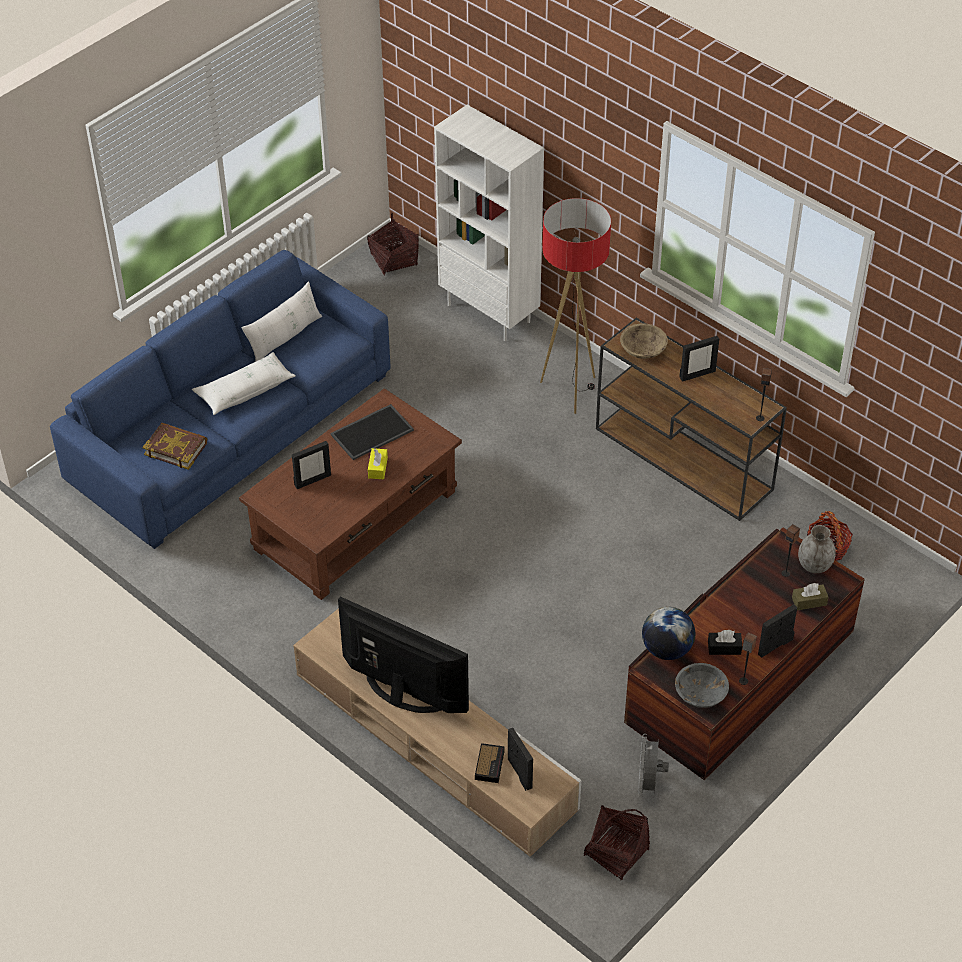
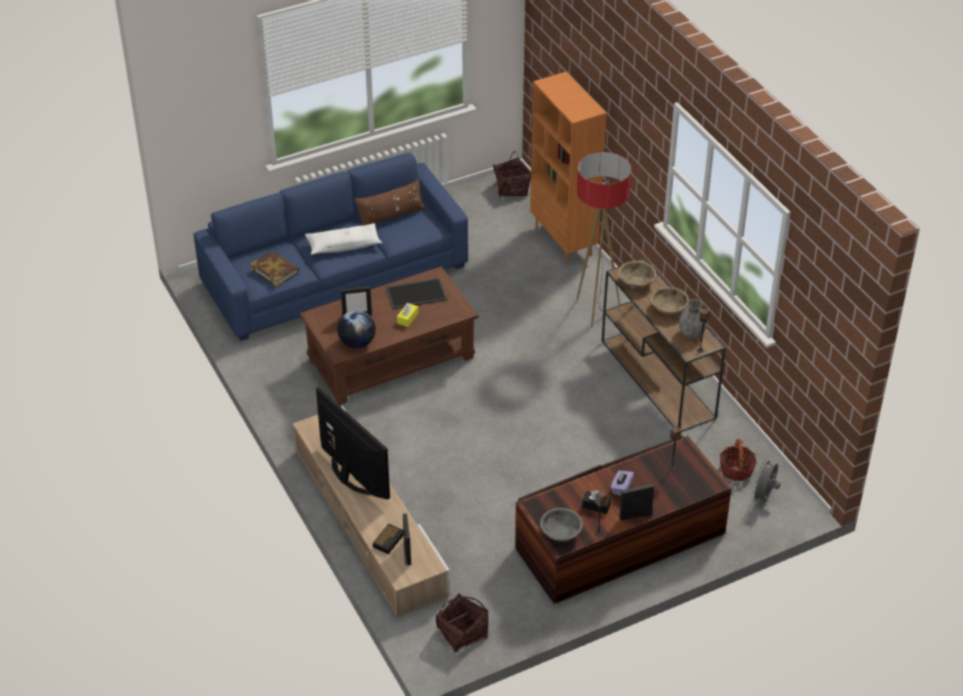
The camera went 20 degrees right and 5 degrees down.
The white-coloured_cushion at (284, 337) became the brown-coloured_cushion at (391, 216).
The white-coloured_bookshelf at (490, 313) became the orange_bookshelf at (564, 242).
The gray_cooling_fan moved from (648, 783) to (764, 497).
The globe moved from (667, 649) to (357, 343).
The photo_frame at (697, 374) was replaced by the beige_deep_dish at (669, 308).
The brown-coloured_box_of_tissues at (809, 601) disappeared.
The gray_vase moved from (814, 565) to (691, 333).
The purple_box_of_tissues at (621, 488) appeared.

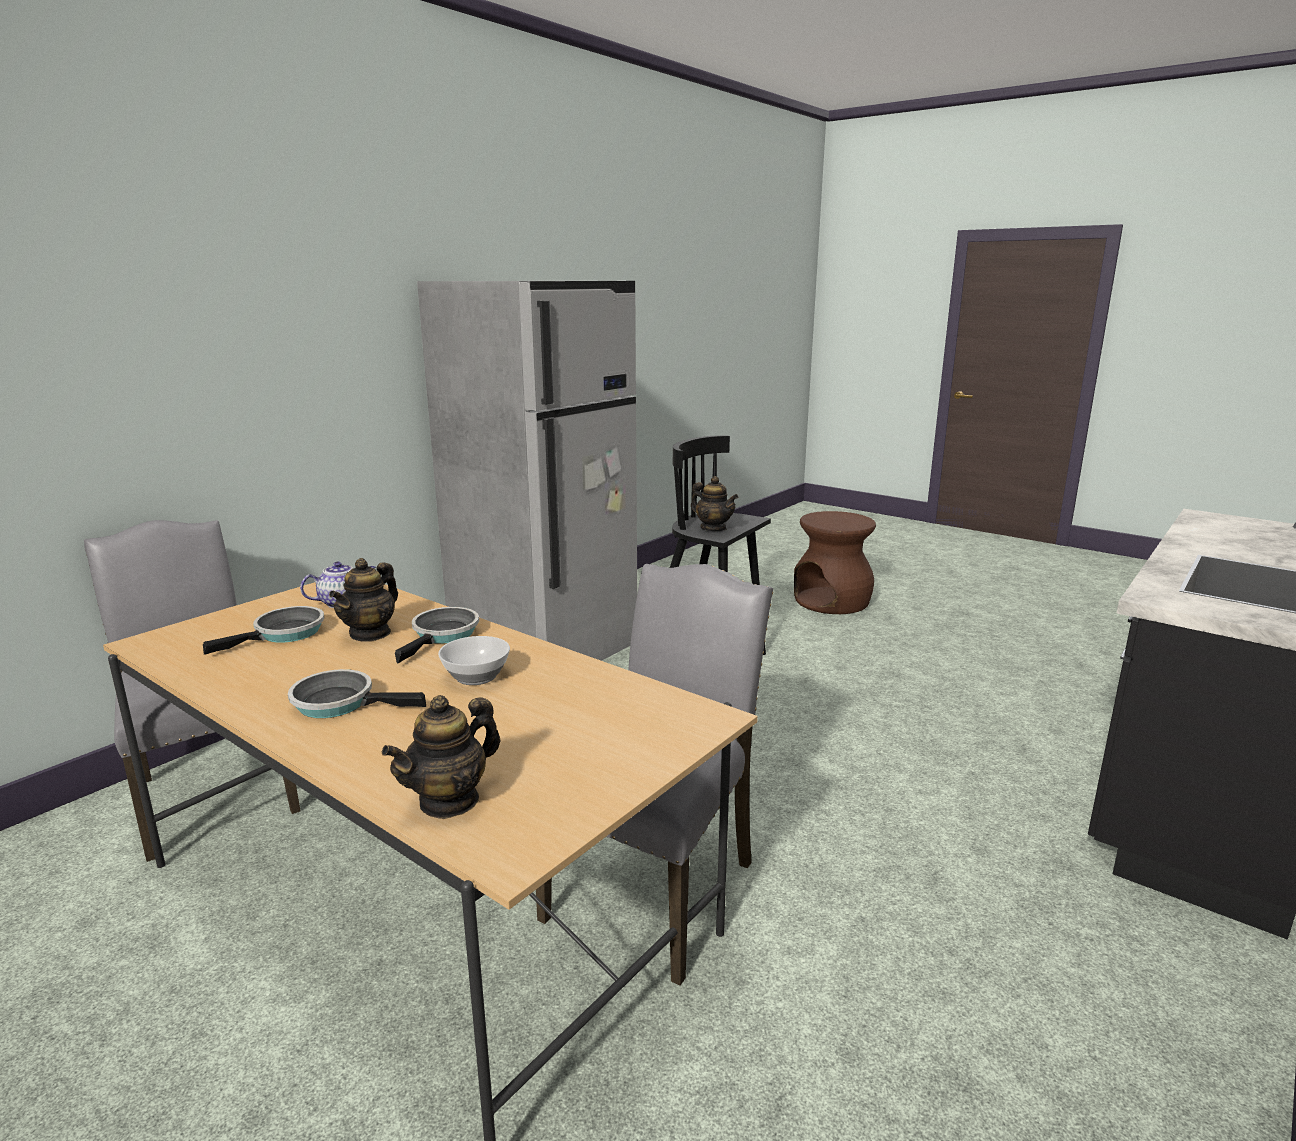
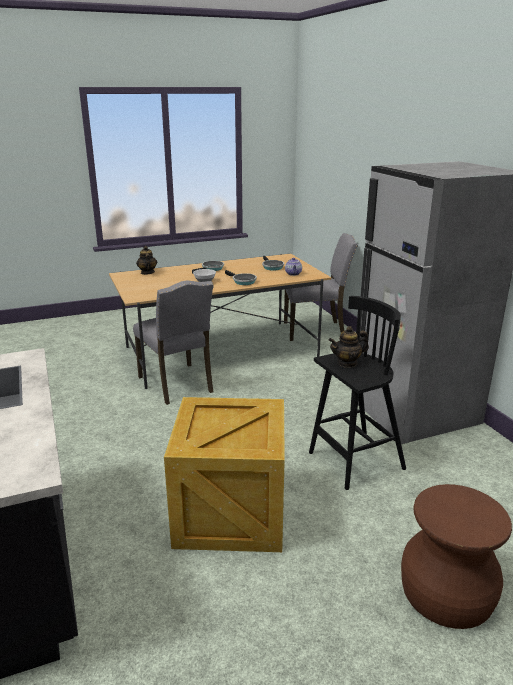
The camera went 120 degrees right and 5 degrees up.
The teapot at (370, 633) disappeared.
The crate at (229, 513) appeared.

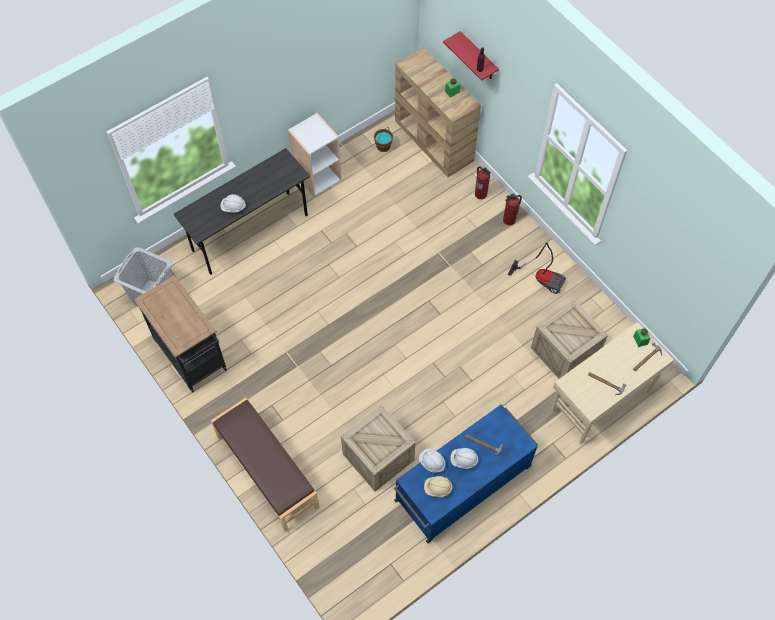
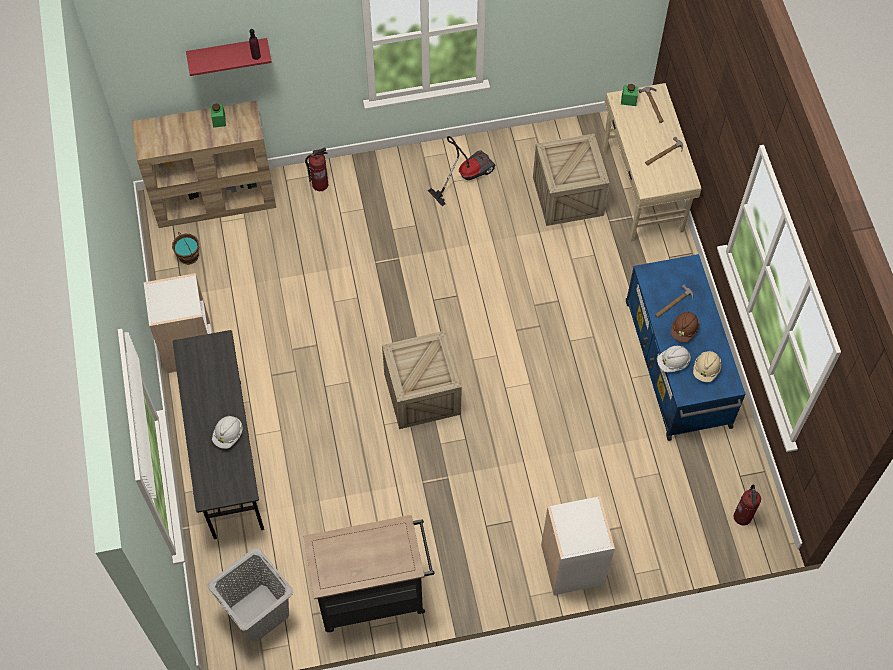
The camera went 65 degrees left and 0 degrees up.
The brown-coloured_bench at (267, 472) was replaced by the bookshelf at (571, 565).
The crate moved from (378, 457) to (422, 394).
The white-coloured_hard_hat at (463, 460) became the brown-coloured_hard_hat at (684, 330).
The fire_extinguisher moved from (509, 220) to (743, 517).

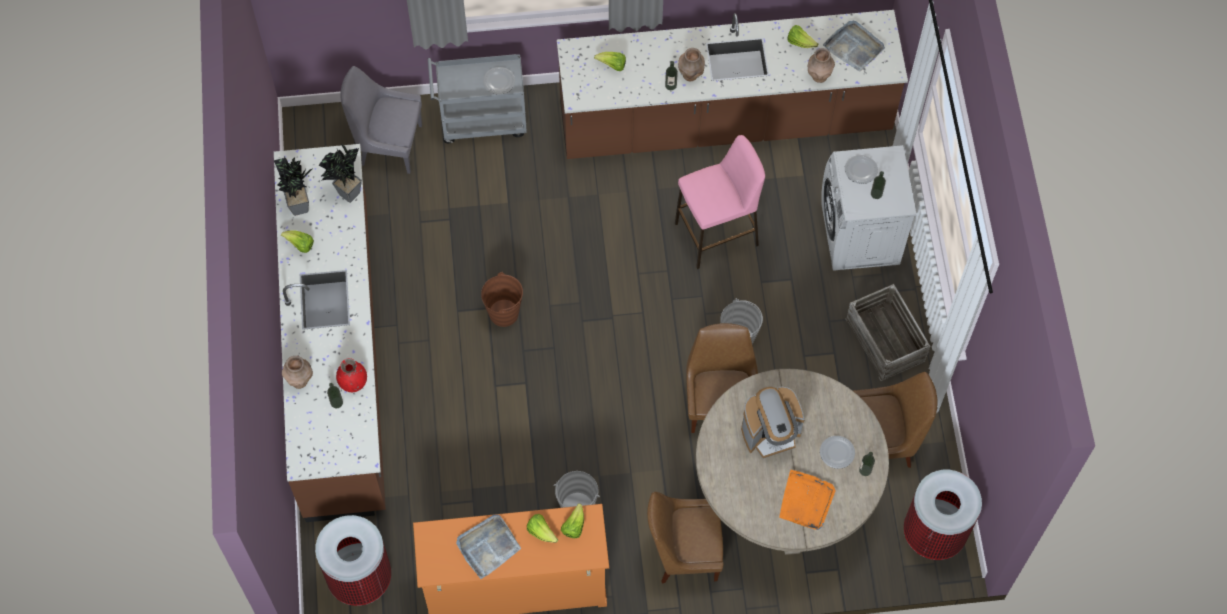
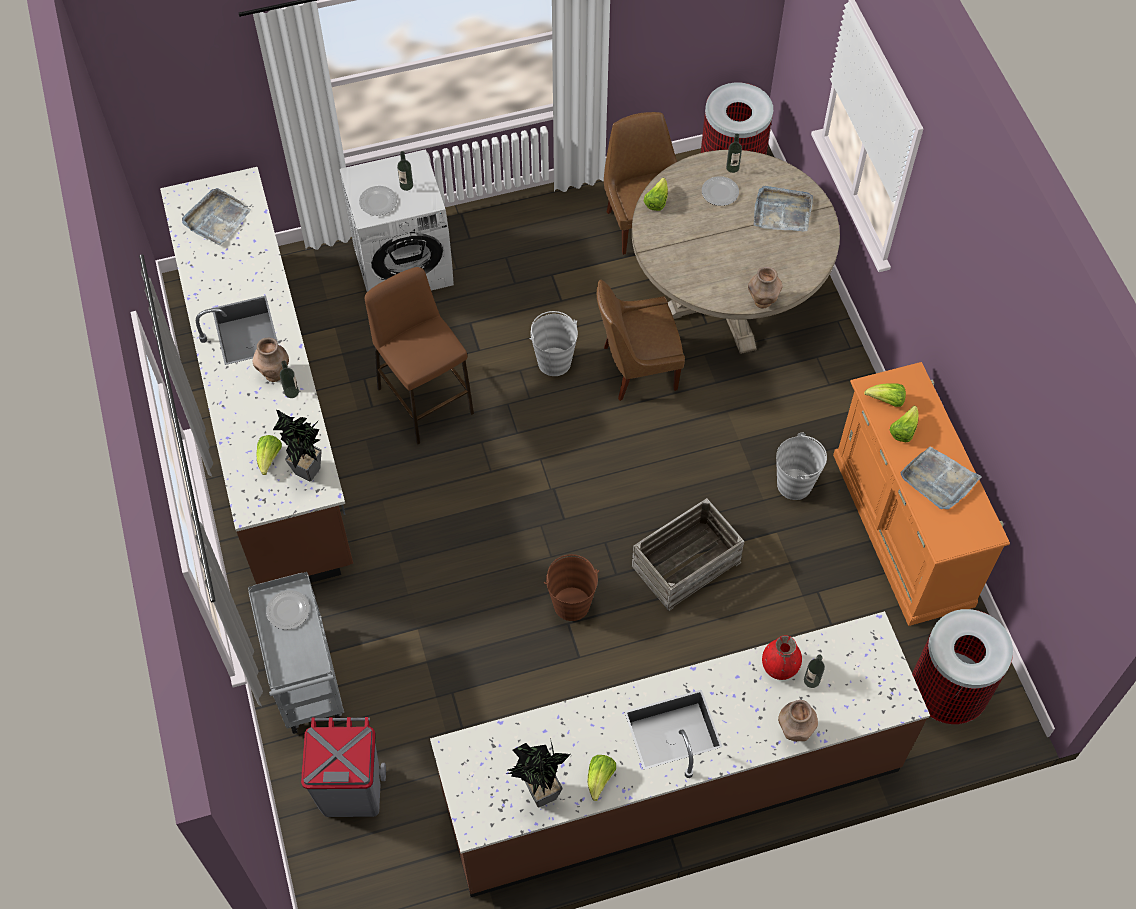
The camera went 100 degrees left and 5 degrees down.
The houseplant moved from (346, 195) to (309, 474).
The gray_plain_chair at (388, 145) was replaced by the gray_waste_bin at (351, 792).
The brown-coloured_plain_chair at (683, 552) disappeared.
The pinkish_stool_seat at (717, 234) became the brown-coloured_stool_seat at (425, 400).
The coffee_machine at (771, 433) disappeared.
The orange_tray at (806, 501) became the gray_tray at (782, 211).
The lettuce_head moved from (800, 42) to (656, 201).
The brown-coloured_vase moved from (819, 76) to (762, 301).
The crate moved from (885, 340) to (685, 563).

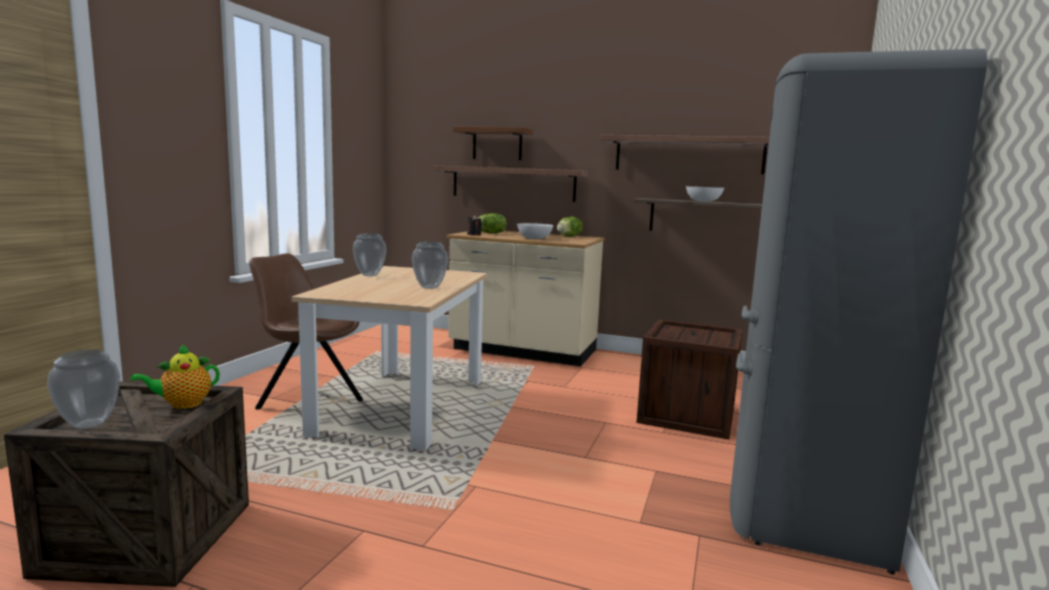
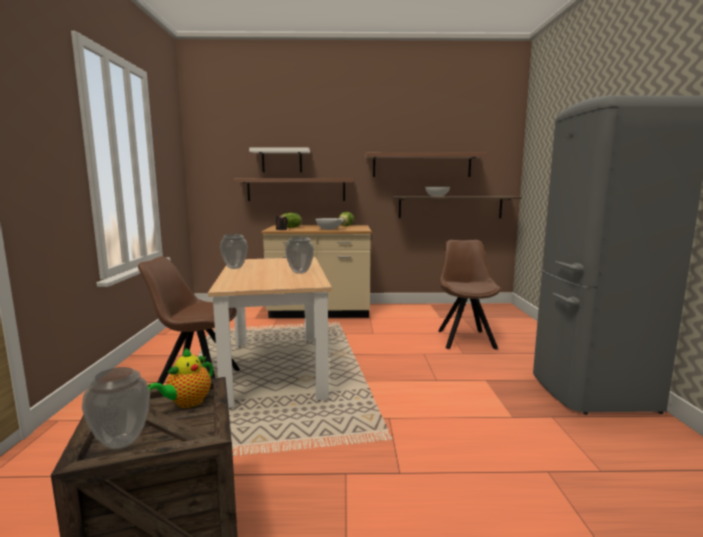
The camera went 20 degrees left and 0 degrees up.
The brown-coloured_bracket_shelf at (497, 144) became the white-coloured_bracket_shelf at (282, 160).
The crate at (687, 415) was replaced by the brown-coloured_plain_chair at (465, 339).

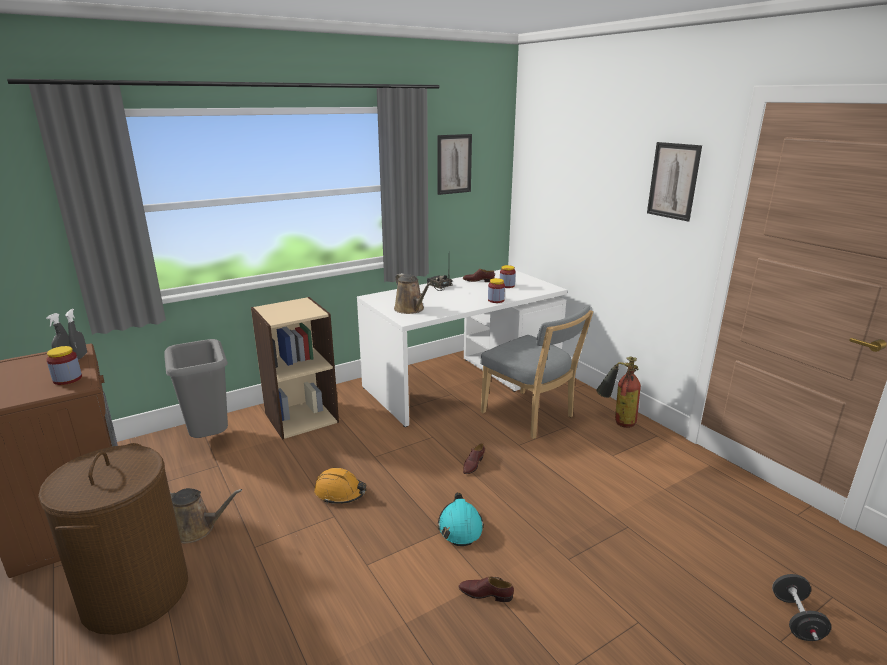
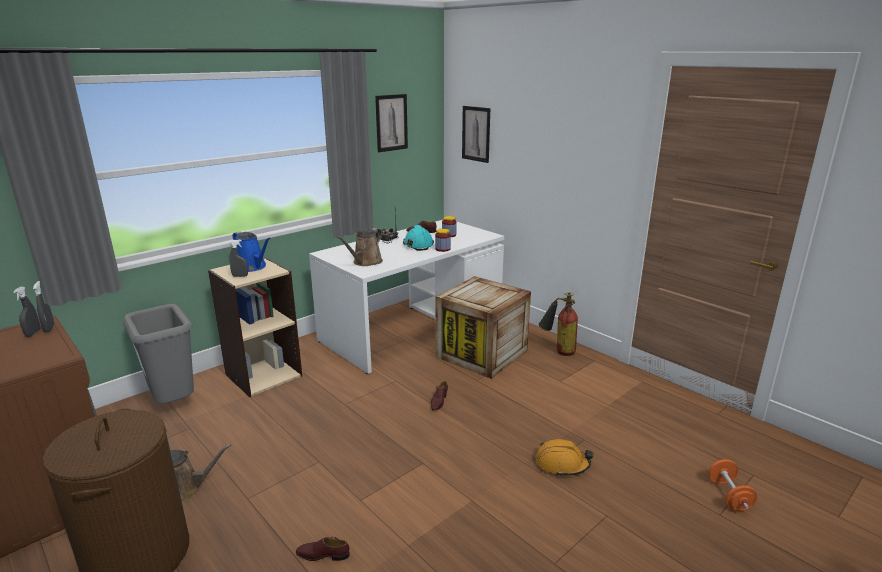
The camera went 10 degrees left and 0 degrees up.
The storage_jar at (67, 379) disappeared.
The orange_hard_hat moved from (340, 493) to (562, 464).
The brown-coloured_watering_can at (411, 309) turned 75 degrees clockwise.
The turquoise_hard_hat moved from (460, 527) to (418, 244).
The brown-coloured_low_shoe moved from (485, 594) to (323, 555).
The gray_plain_chair at (530, 416) was replaced by the crate at (481, 354).
The wall_picture moved from (673, 181) to (476, 134).
The blackish_hand_weight at (796, 619) became the orange_hand_weight at (729, 496).
The gray_spray_bottle at (240, 276) appeared.
The blue-coloured_watering_can at (252, 267) appeared.

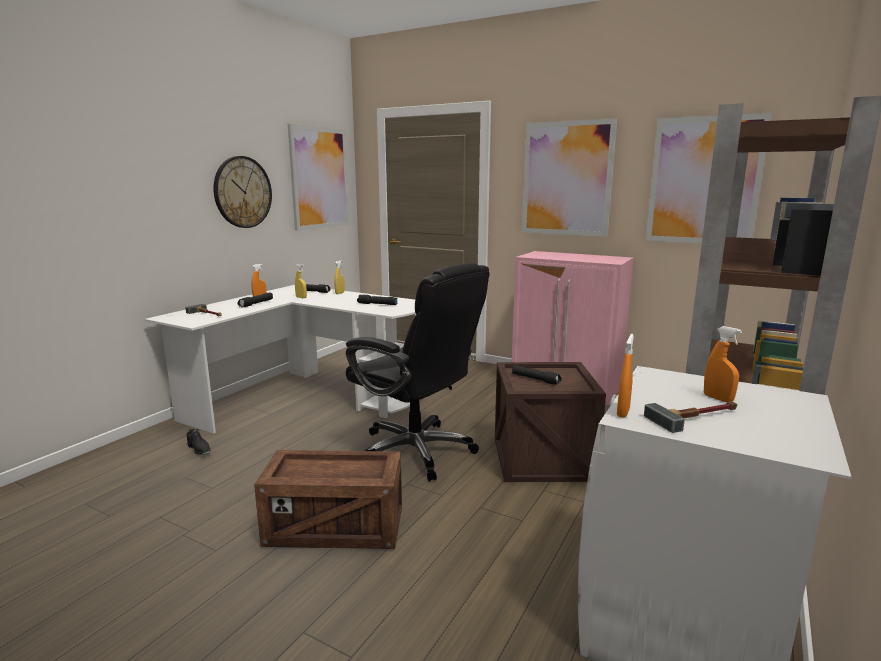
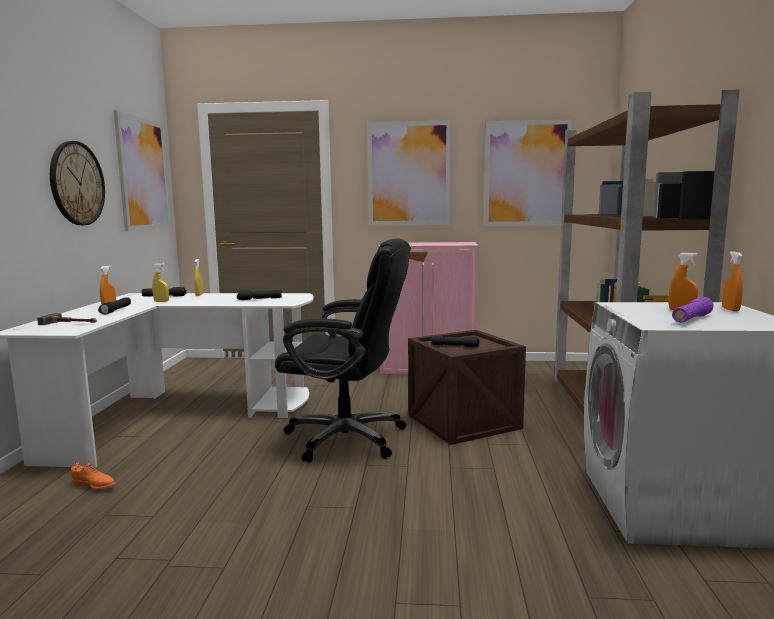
The camera went 25 degrees left and 5 degrees down.
The blackish_low_shoe at (199, 450) became the orange_low_shoe at (94, 486).
The crate at (334, 527) disappeared.
The orange_spray_bottle moved from (623, 412) to (730, 309).
The hand_hammer at (697, 417) was replaced by the purple_flashlight at (691, 319).

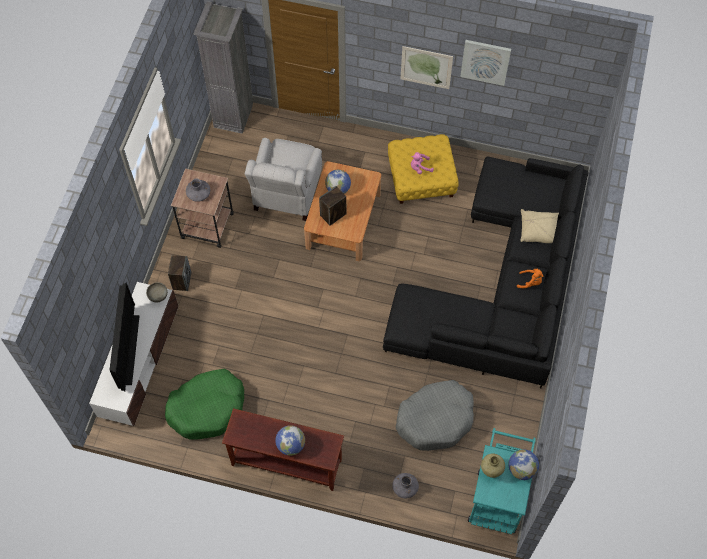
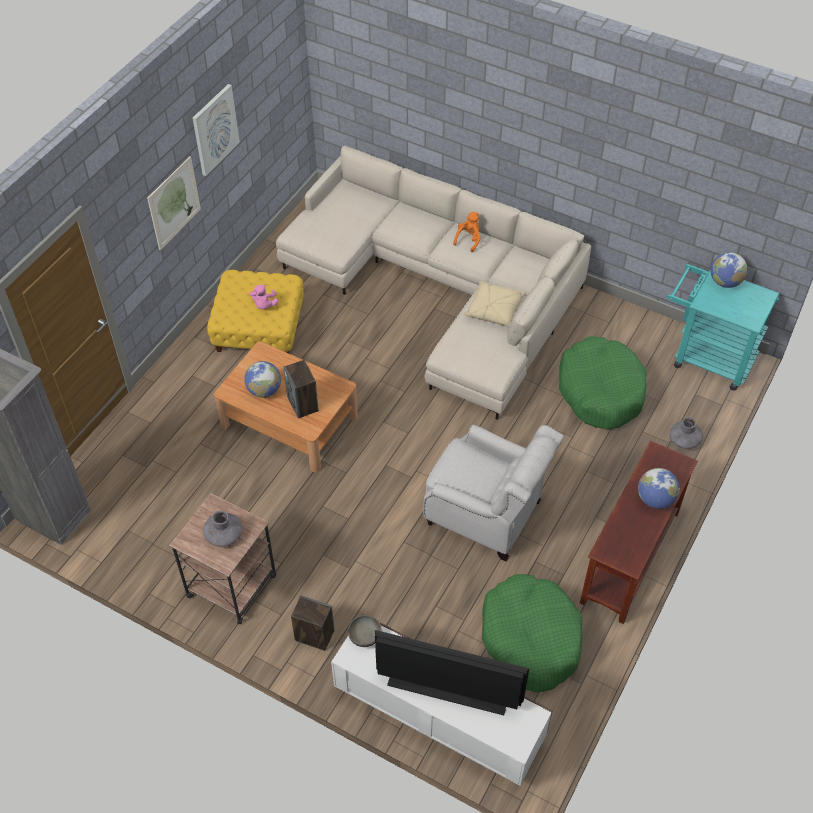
The camera went 75 degrees left and 10 degrees down.
The white-coloured_armchair moved from (287, 192) to (485, 513).
The blackish_sofa at (502, 285) became the beige_sofa at (440, 288).
The gray_dog_bed at (435, 419) became the greenish_dog_bed at (600, 391).
The beige_vase at (491, 470) disappeared.
The beige_cushion moved from (538, 230) to (494, 310).

